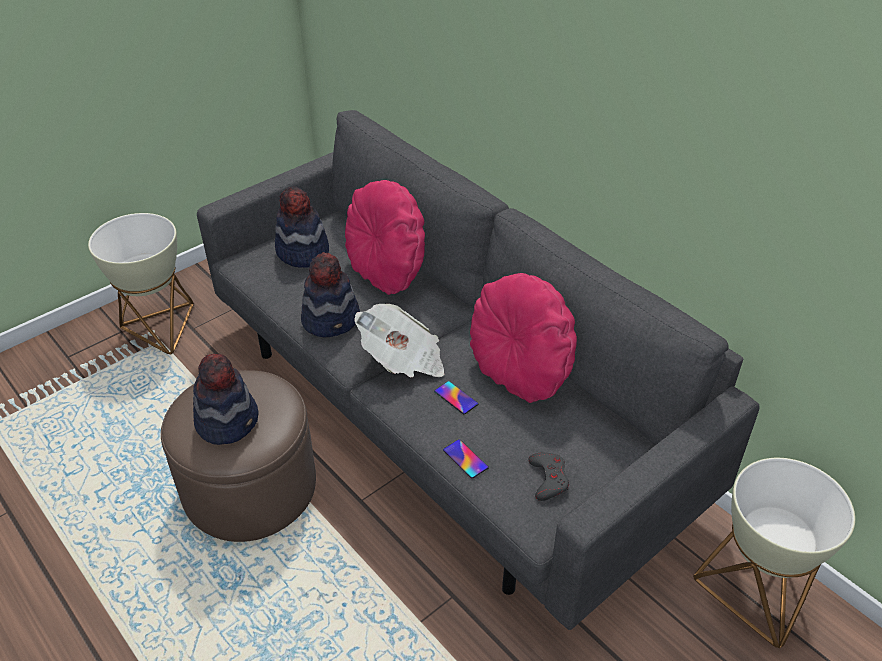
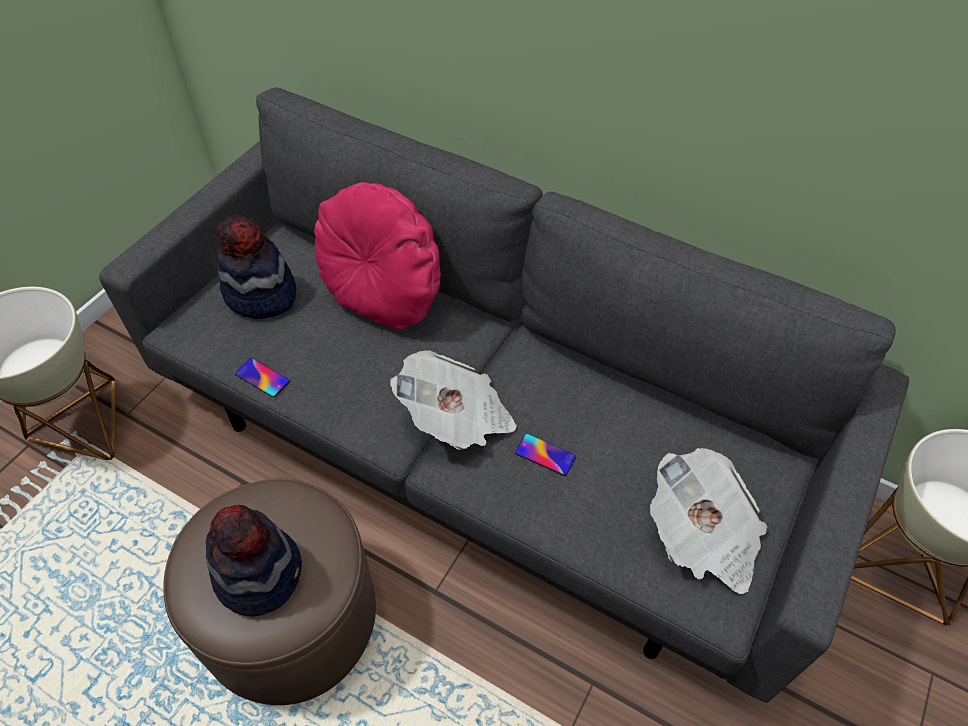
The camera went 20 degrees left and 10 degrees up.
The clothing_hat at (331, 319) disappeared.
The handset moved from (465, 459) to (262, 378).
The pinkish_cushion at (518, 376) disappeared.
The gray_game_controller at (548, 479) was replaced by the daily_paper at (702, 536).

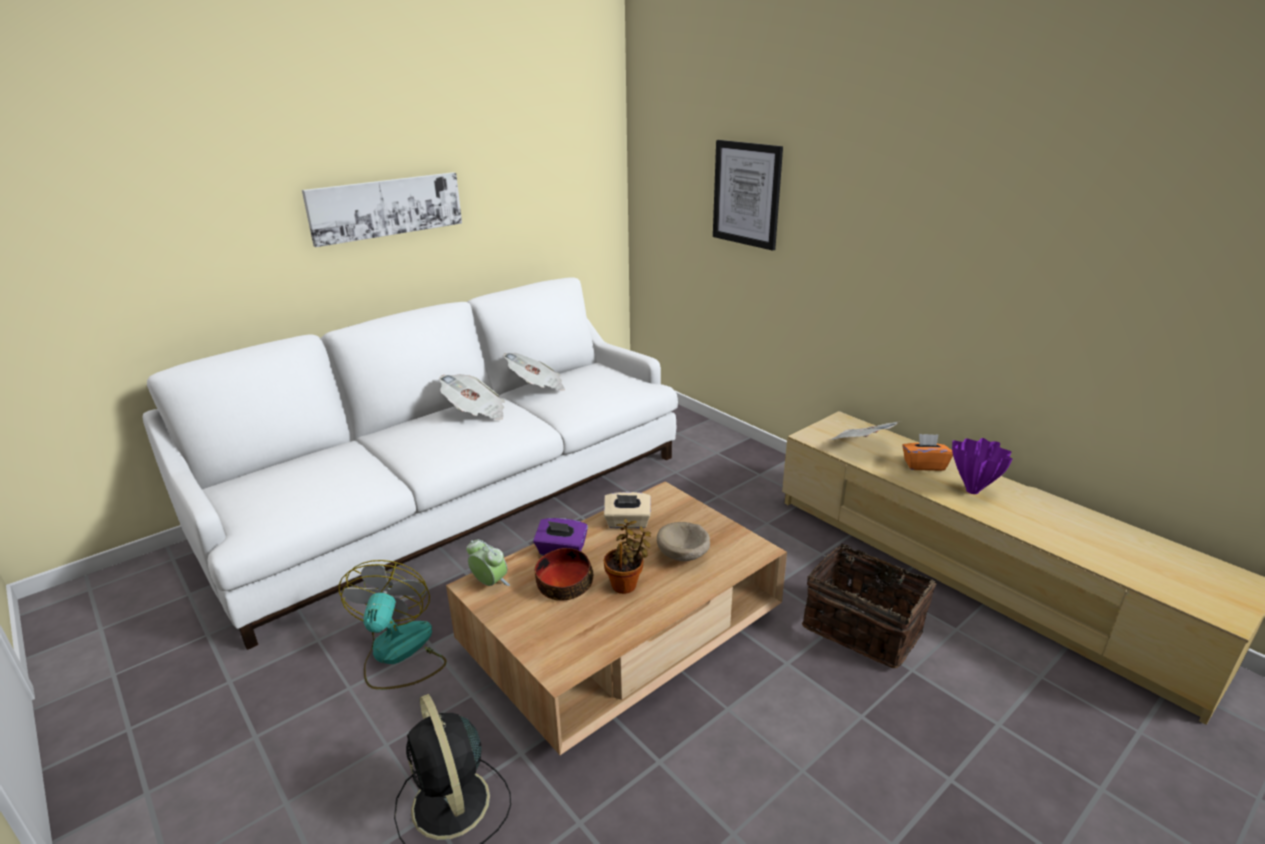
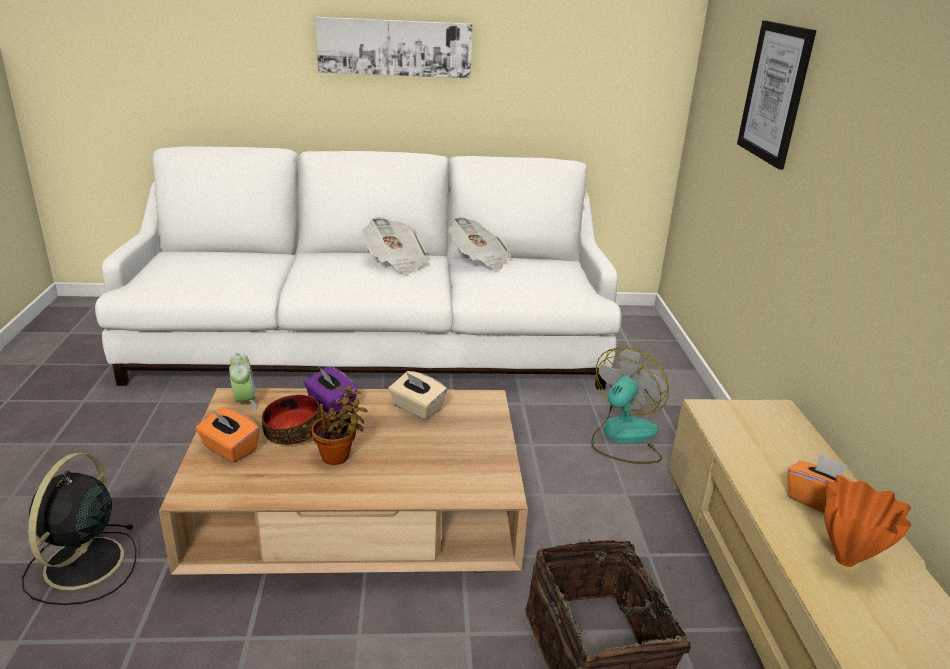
The camera went 35 degrees right and 0 degrees up.
The cooling_fan moved from (398, 654) to (623, 437).
The beige_deep_dish at (683, 556) disappeared.
The daily_paper at (860, 446) disappeared.
The purple_vase at (973, 491) became the orange_vase at (846, 561).
The orange_box_of_tissues at (229, 449) appeared.

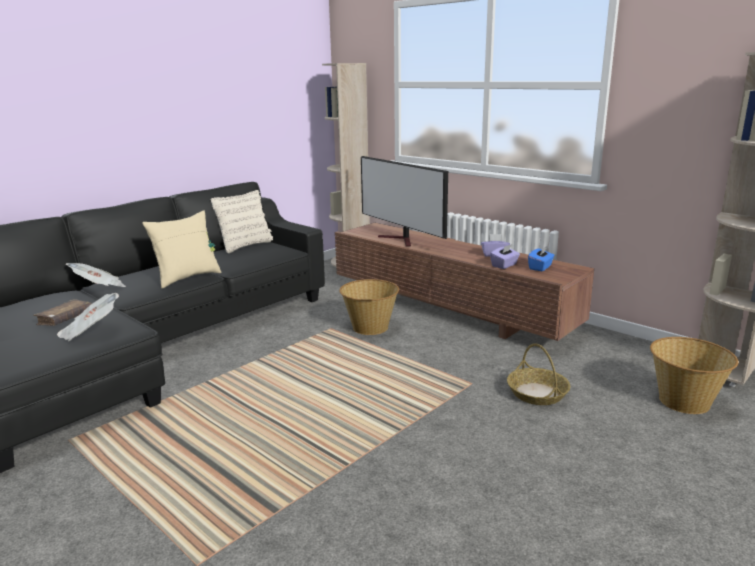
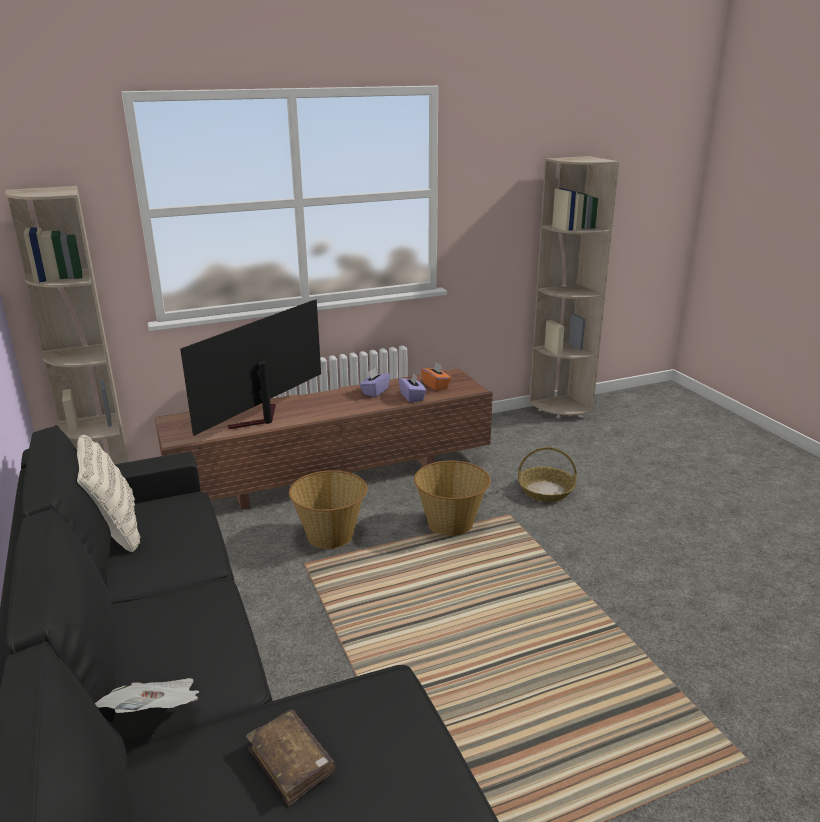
The camera went 65 degrees left and 5 degrees up.
The daily_paper at (90, 332) disappeared.
The beige_cushion at (187, 278) disappeared.
The TV_set at (401, 240) turned 135 degrees clockwise.
The blue-coloured_box_of_tissues at (540, 267) became the orange_box_of_tissues at (436, 385).
The basket moved from (684, 402) to (451, 524).

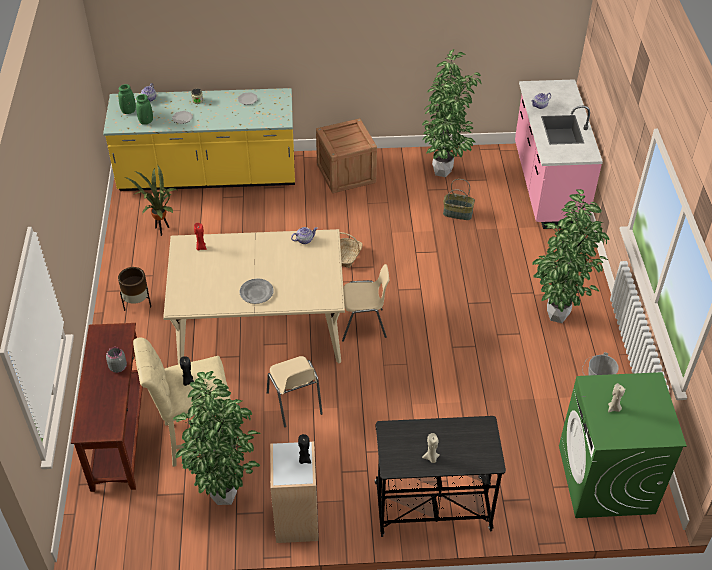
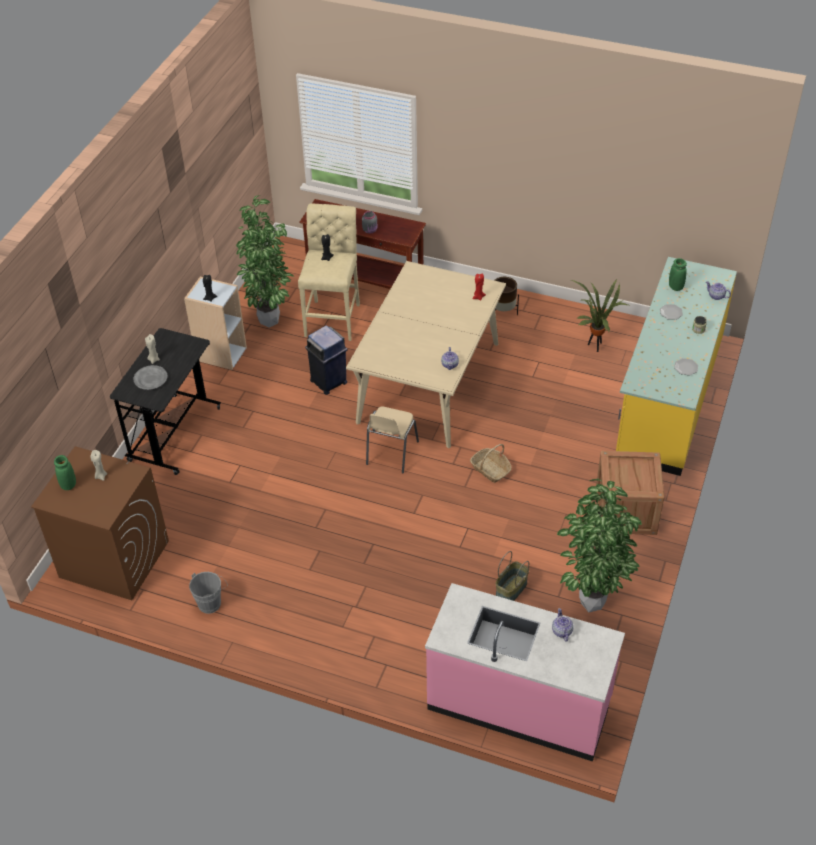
The camera went 115 degrees right and 0 degrees up.
The greenish_vase moved from (128, 111) to (68, 485).
The gray_dinner_plate moved from (256, 292) to (151, 379).
The beige_plain_chair at (295, 404) was replaced by the blue-coloured_waste_bin at (329, 382).
The houseplant at (558, 314) disappeared.
The greenish_washing_machine at (606, 479) became the brown-coloured_washing_machine at (113, 559).

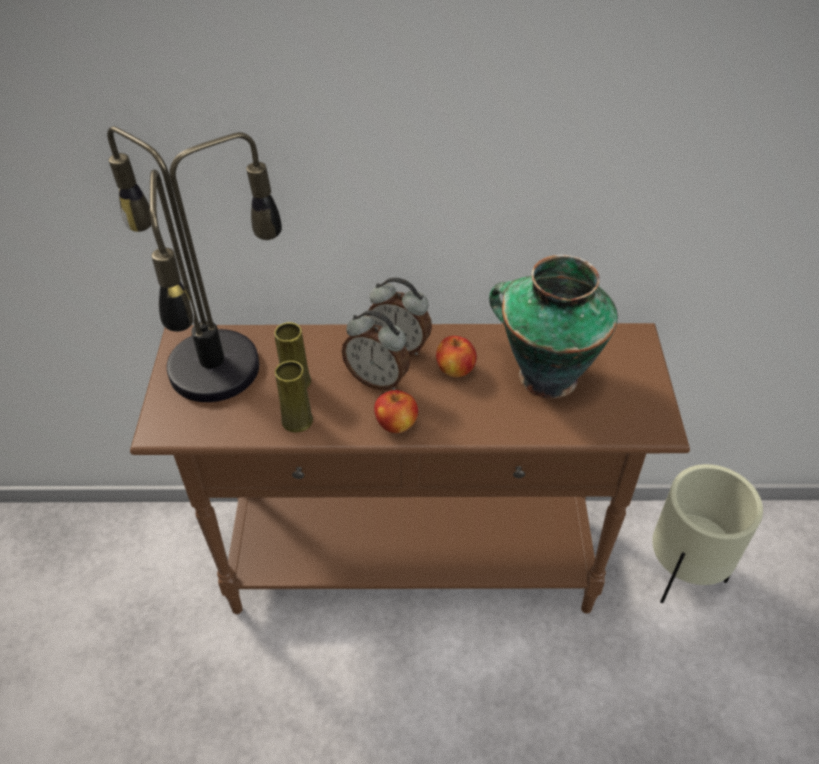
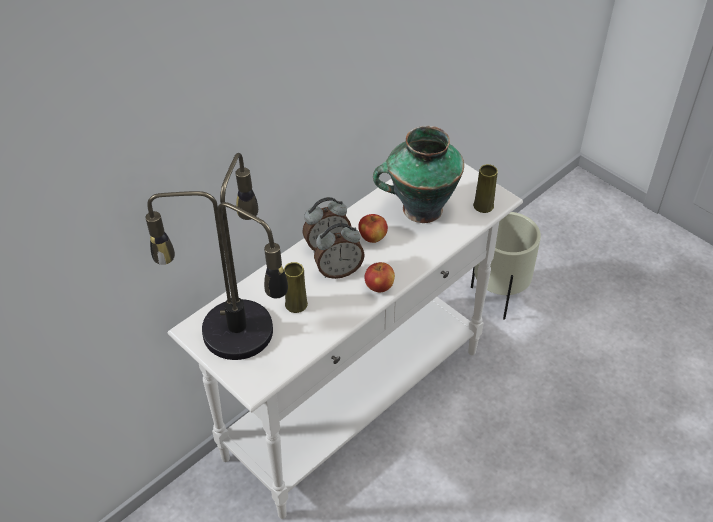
The camera went 45 degrees left and 0 degrees up.
The brown-coloured_console_table at (413, 563) became the white-coloured_console_table at (356, 403).
The yellow_vase moved from (297, 420) to (483, 206).

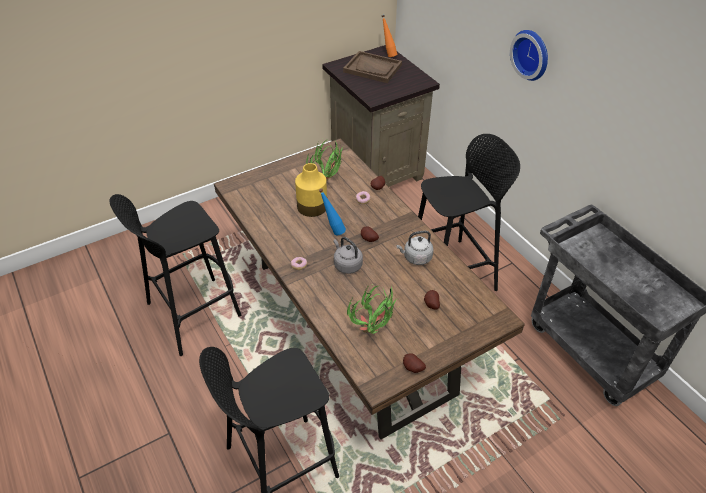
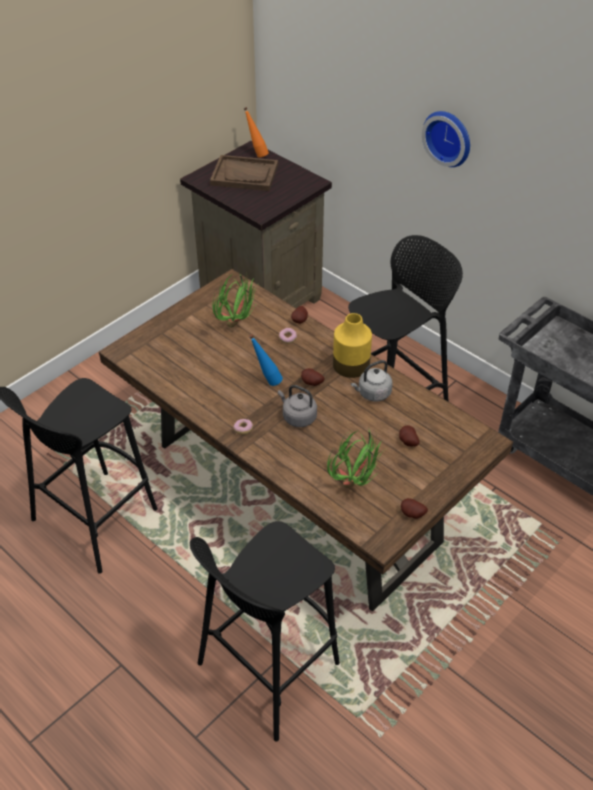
The camera went 15 degrees left and 0 degrees up.
The yellow_vase moved from (312, 206) to (351, 364).

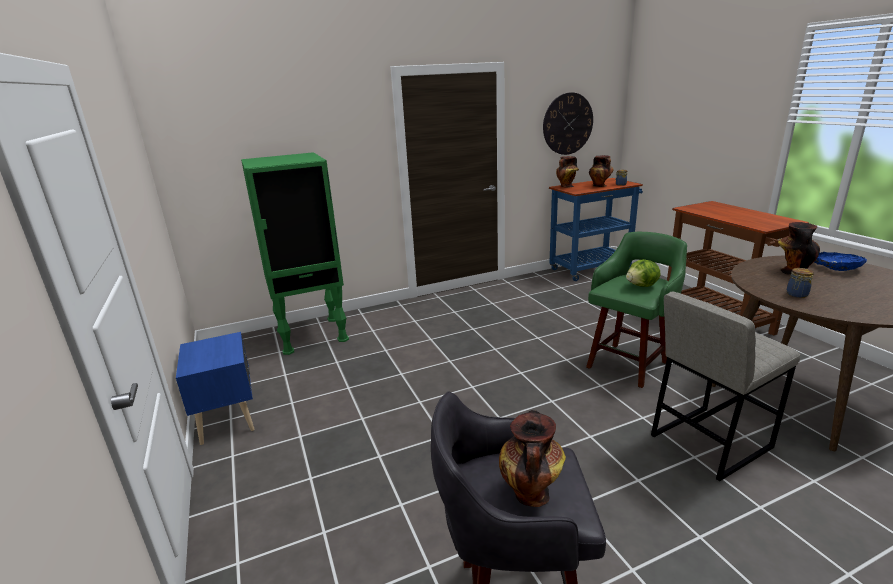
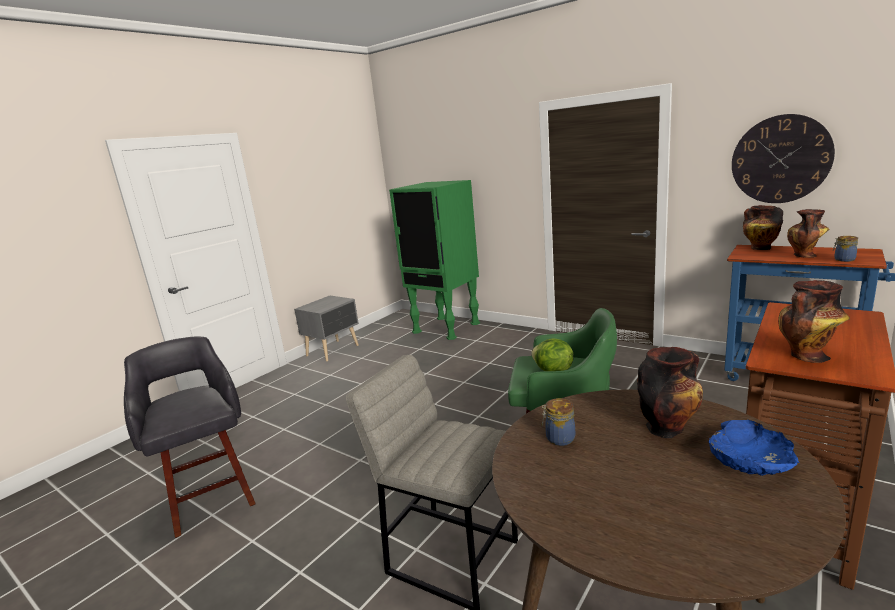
The camera went 60 degrees right and 5 degrees down.
The blue-coloured_night_table at (229, 418) became the gray_night_table at (334, 350).
The vase moved from (531, 494) to (808, 356).

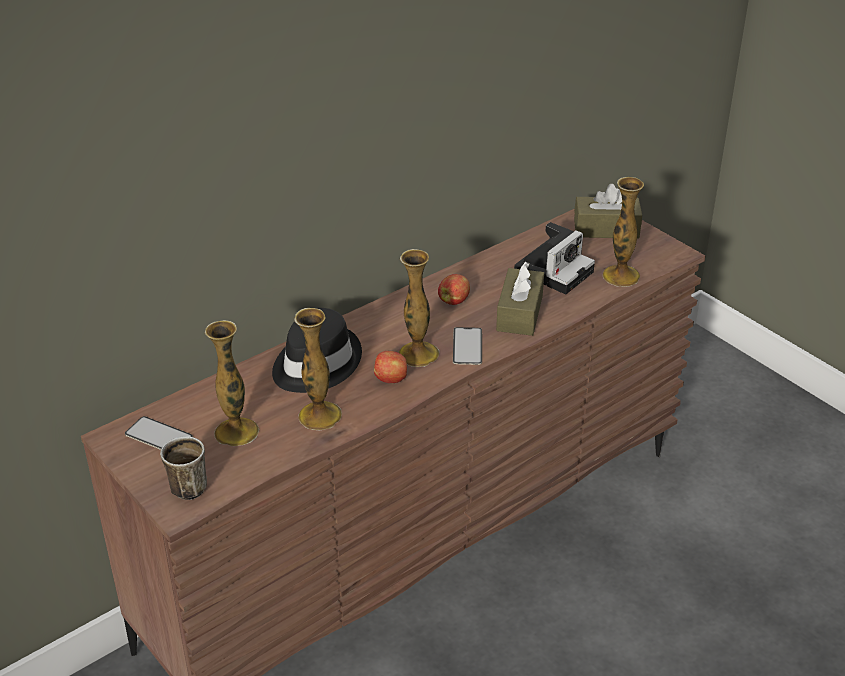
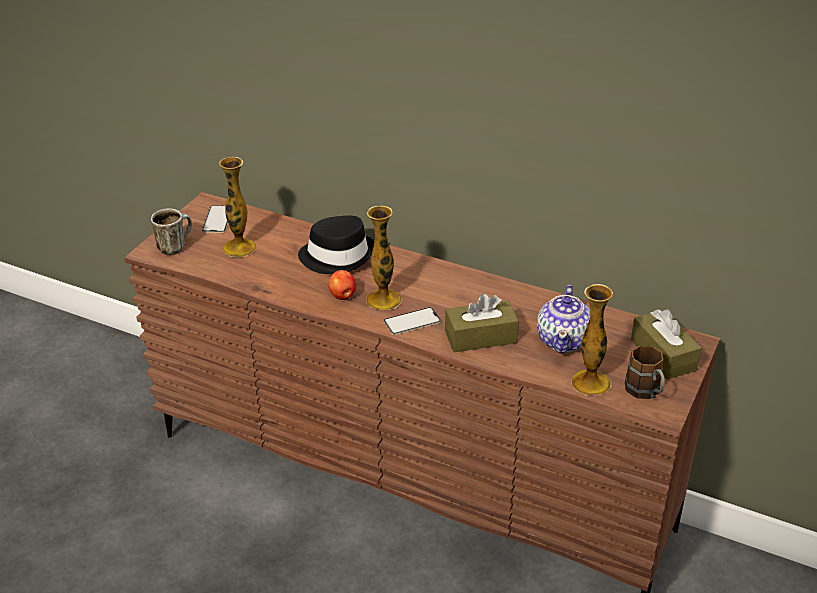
The camera went 65 degrees right and 0 degrees up.
The vase at (320, 415) disappeared.
The apple_fruit at (454, 301) disappeared.
The still_camera at (554, 270) was replaced by the teapot at (564, 340).
The brown-coloured_tea_mug at (646, 393) appeared.

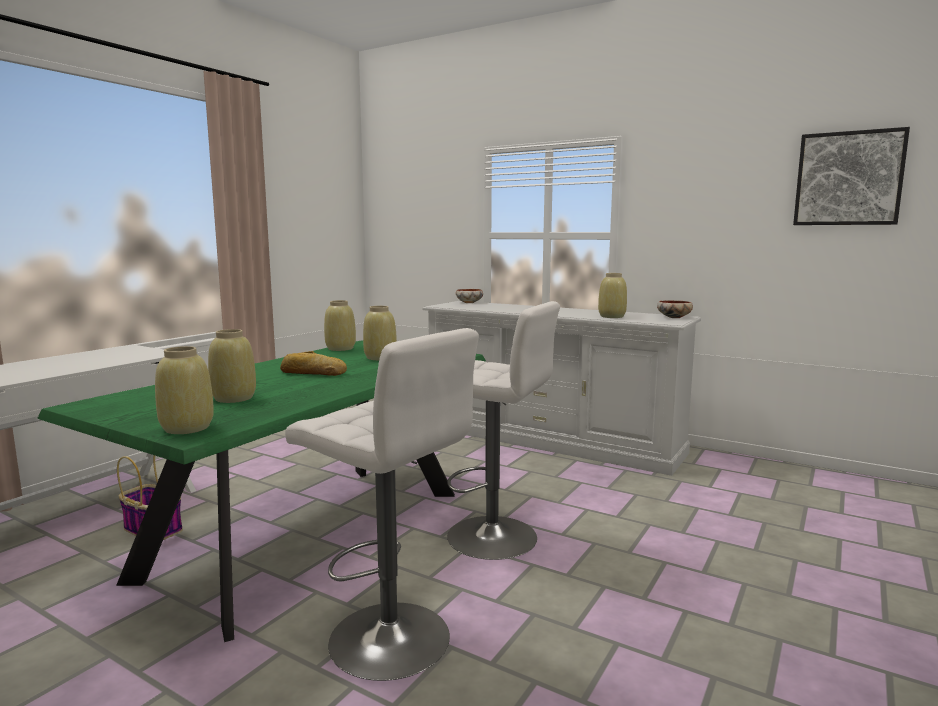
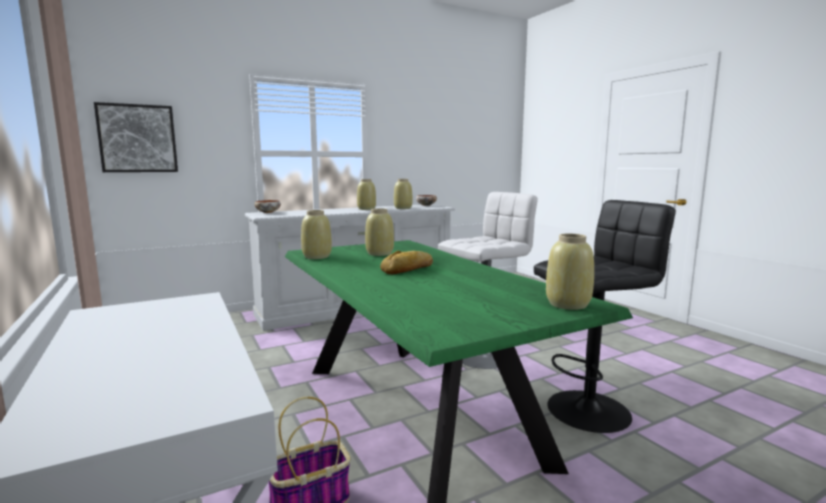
The camera went 60 degrees left and 0 degrees up.
The beige_vase moved from (234, 398) to (366, 209).
The white-coloured_stool_seat at (389, 640) became the blackish_stool_seat at (589, 411).
The wall_picture moved from (848, 178) to (138, 138).

